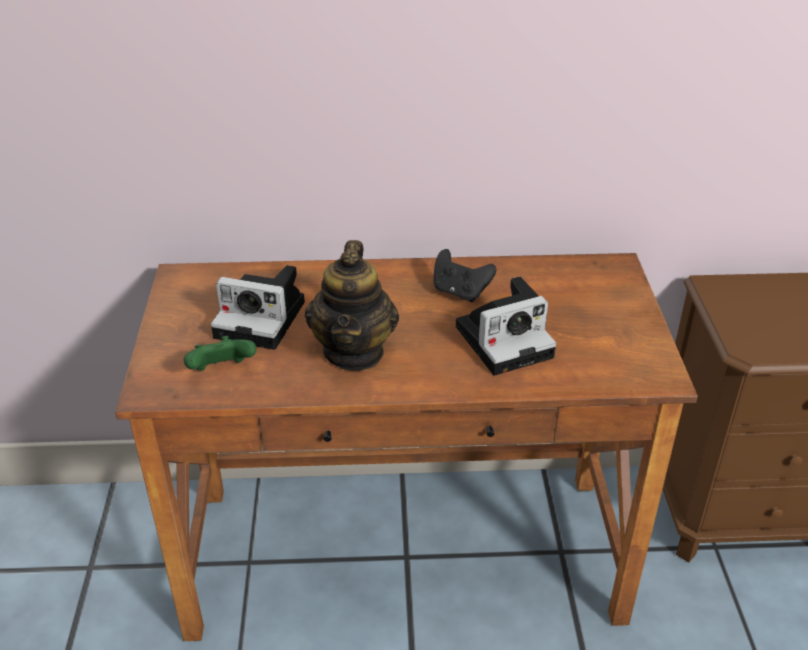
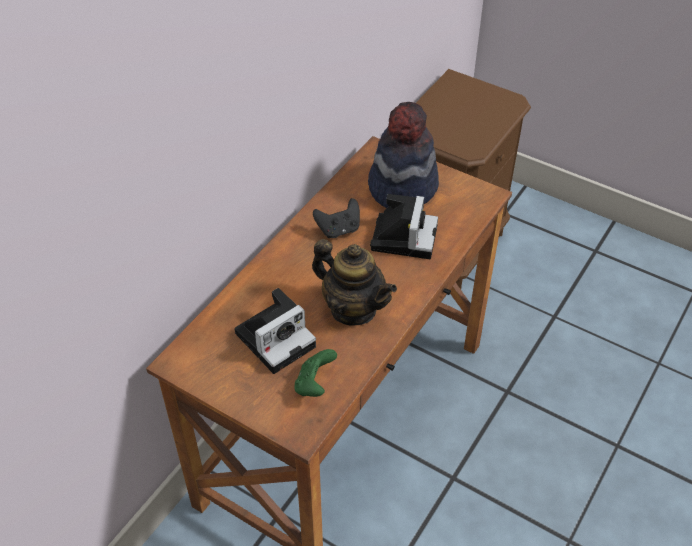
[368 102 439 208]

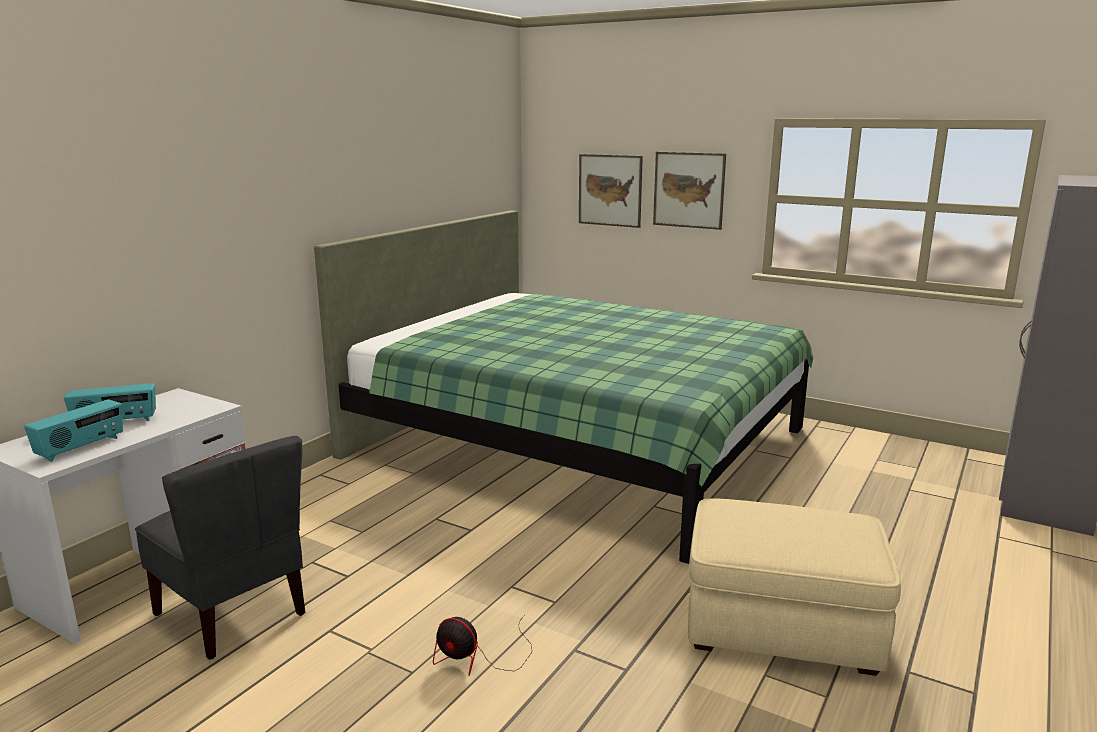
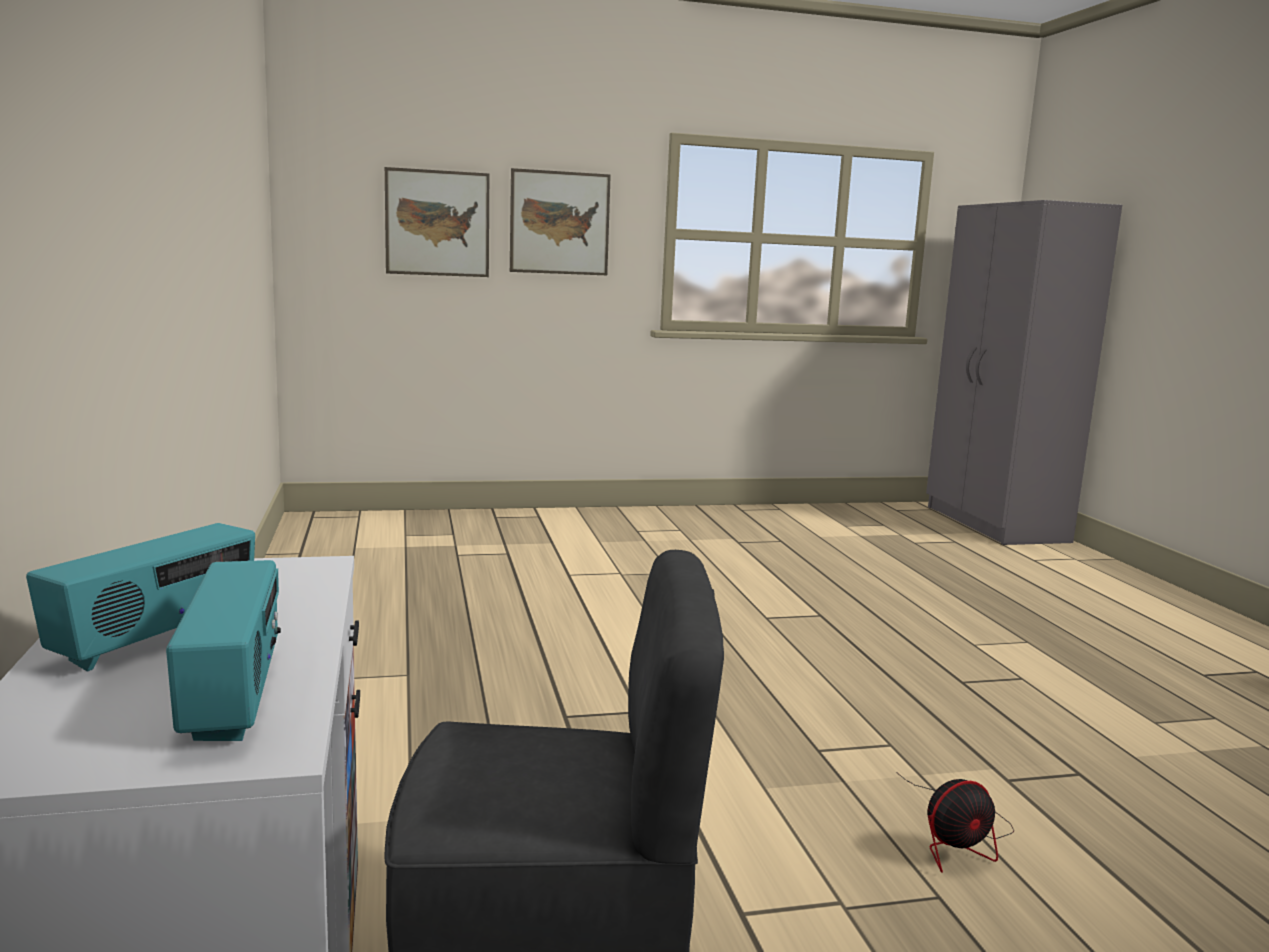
[314 210 813 564] (first image)
[688 498 901 676] (first image)

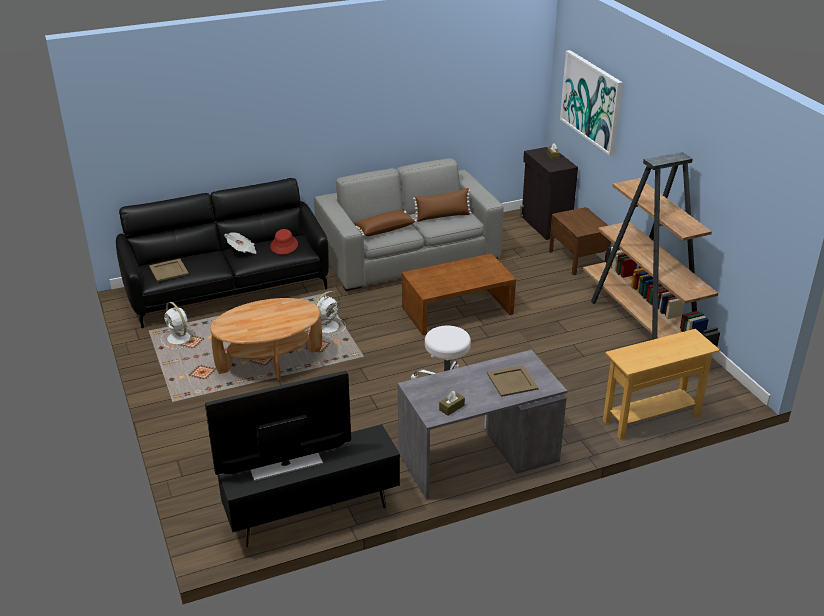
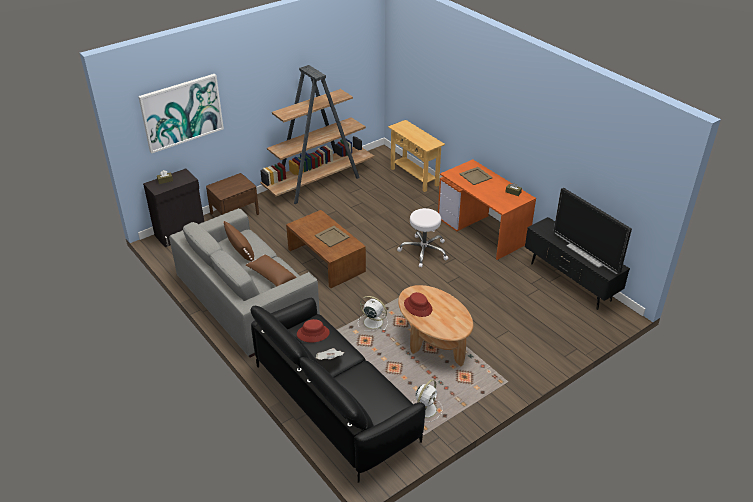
[315 226 349 247]
[438 159 536 260]
[404 292 432 317]

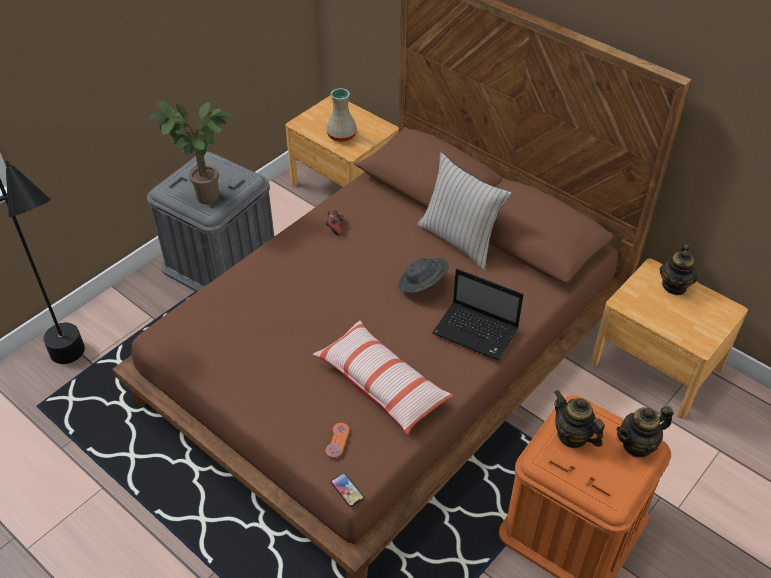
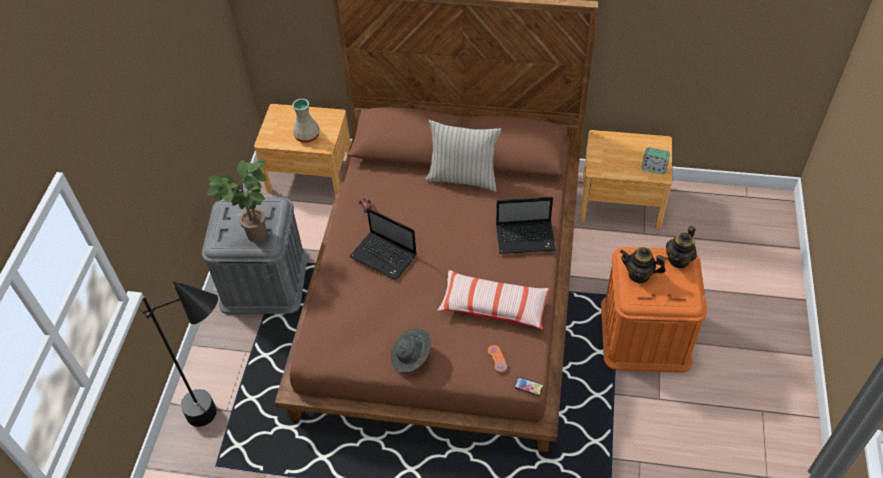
[391 328 431 373]
[660 243 698 295] (first image)
[349 208 417 280]
[642 147 670 174]

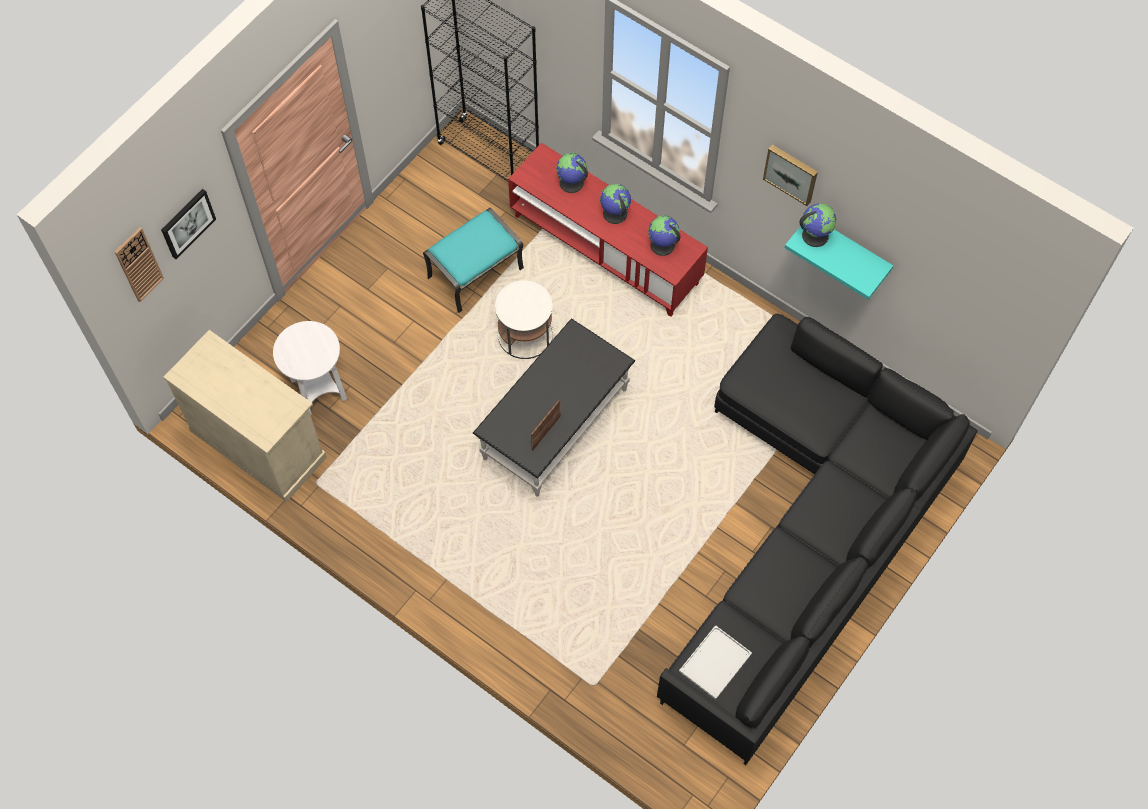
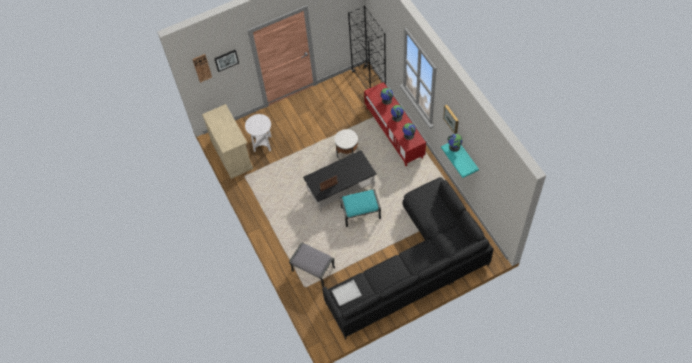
[340 189 381 227]
[289 243 335 287]

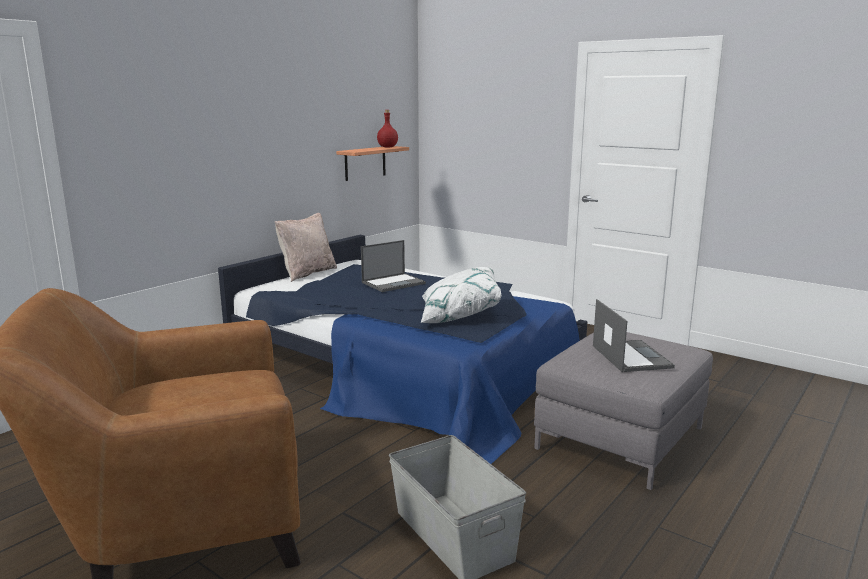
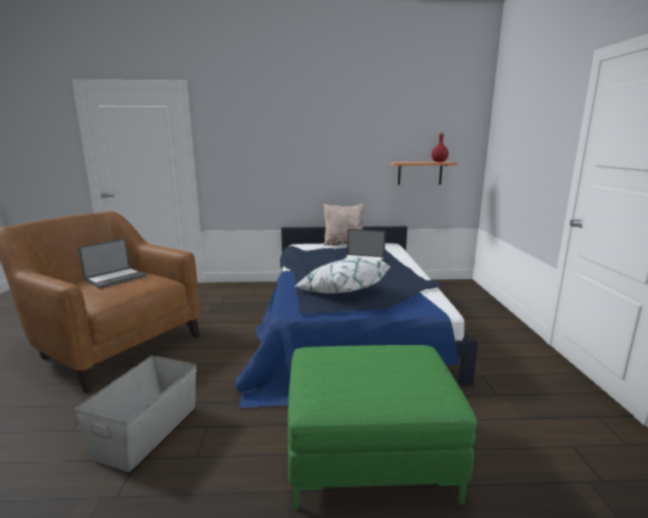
[288 345 477 510]
[78 238 147 289]

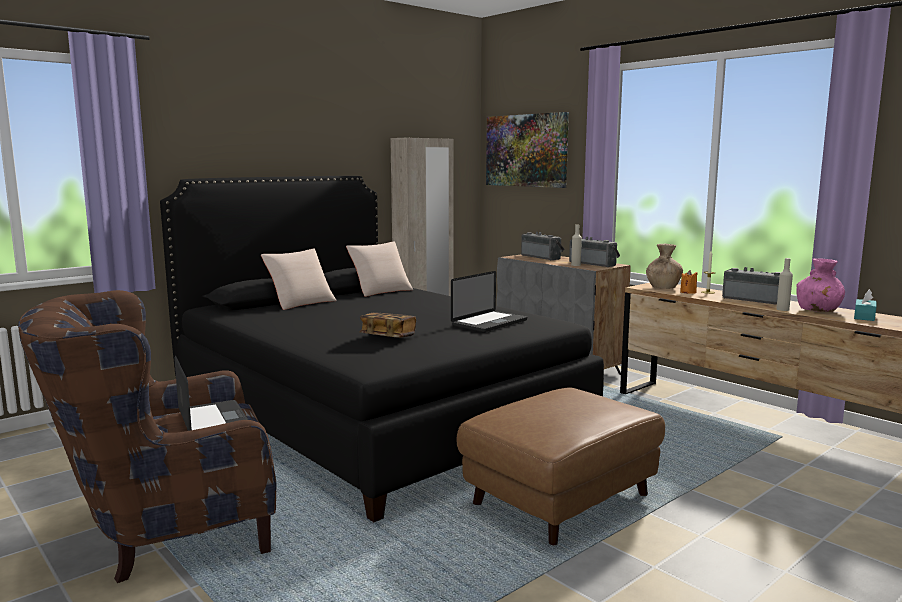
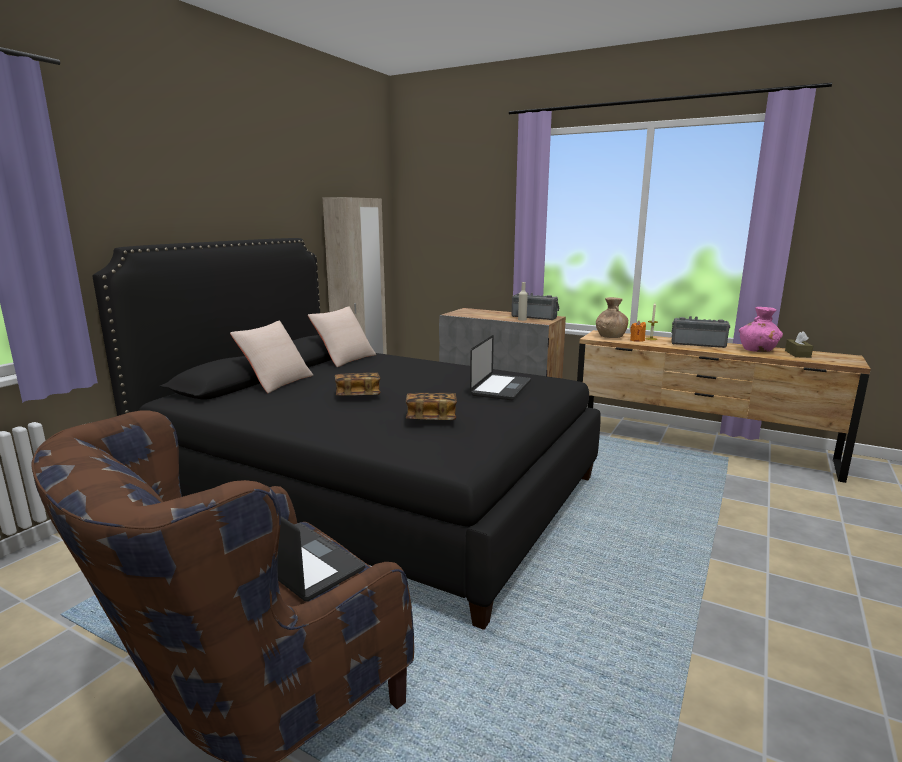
[457 387 665 545] (first image)
[486 112 569 188] (first image)
[521 232 564 260] (first image)
[776 258 793 311] (first image)
[785 331 813 358]
[335 372 381 395]

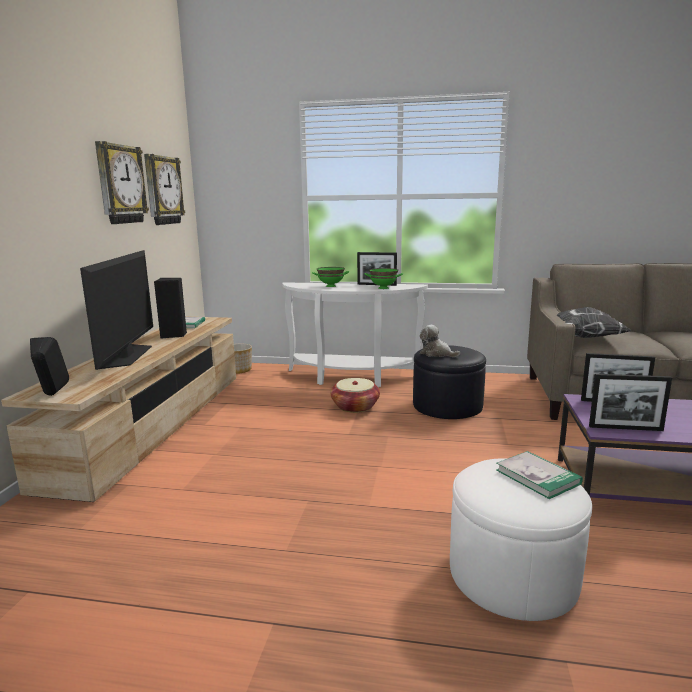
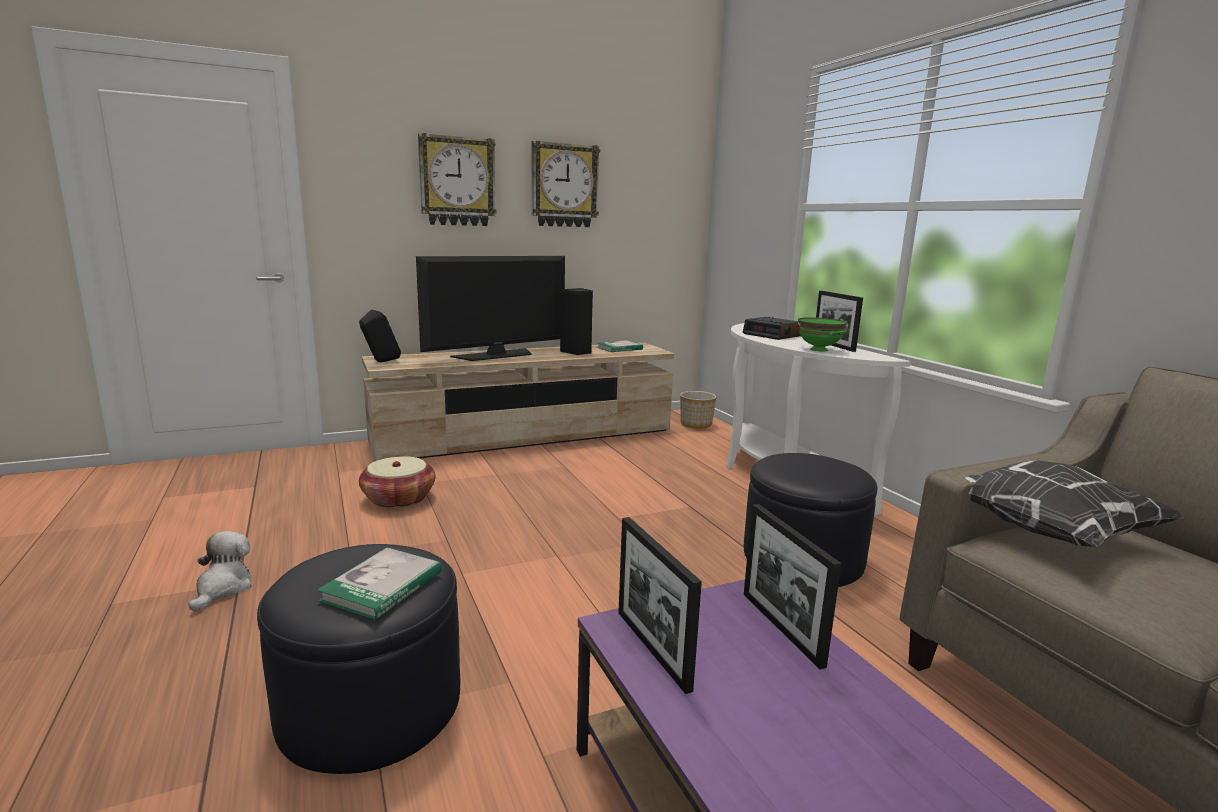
[418 133 497 226]
[743 317 801 340]
[359 456 435 508]
[188 531 252 612]
[257 544 460 774]

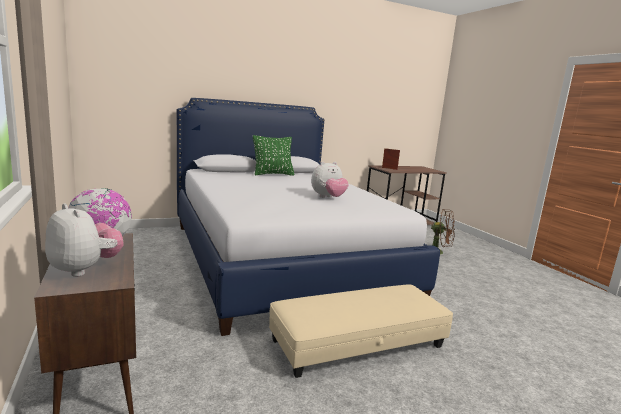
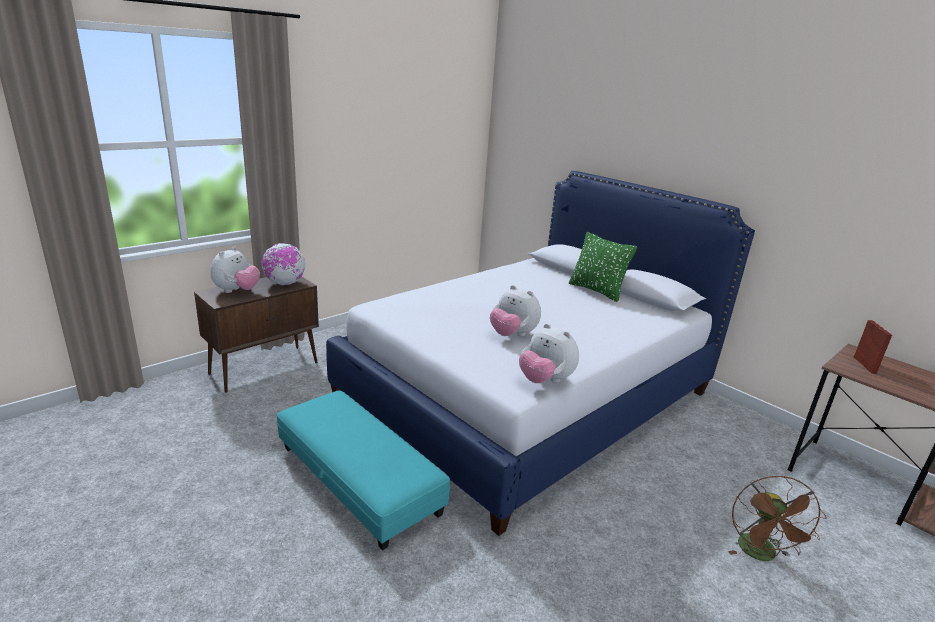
[277 390 450 550]
[519 323 579 383]

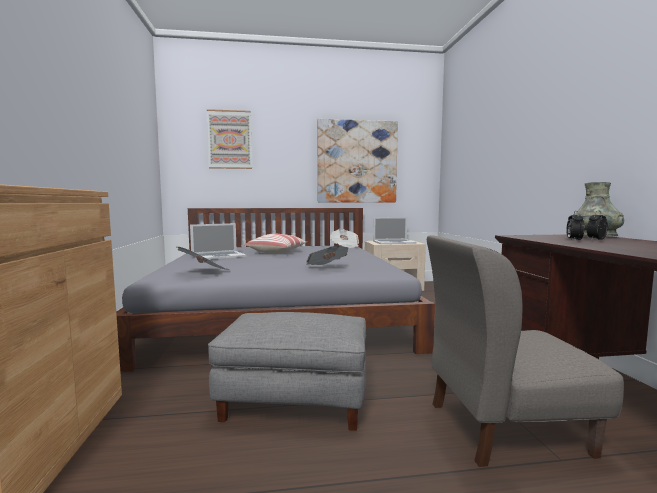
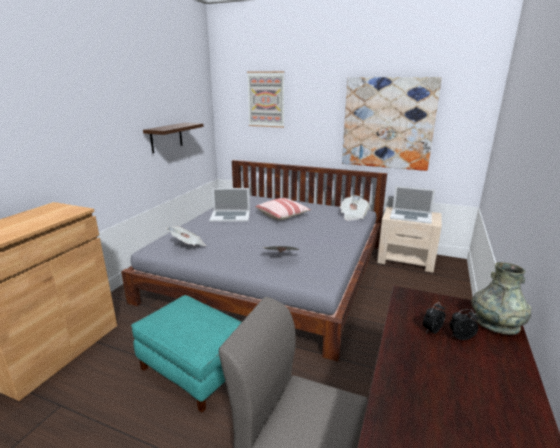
[131 295 242 413]
[143 123 204 153]

